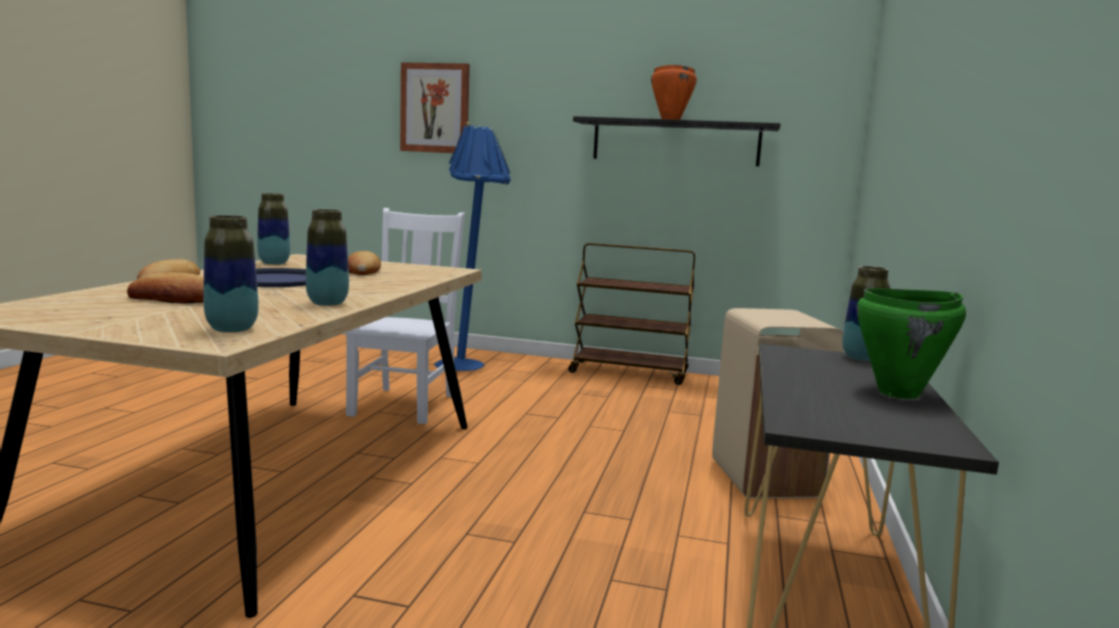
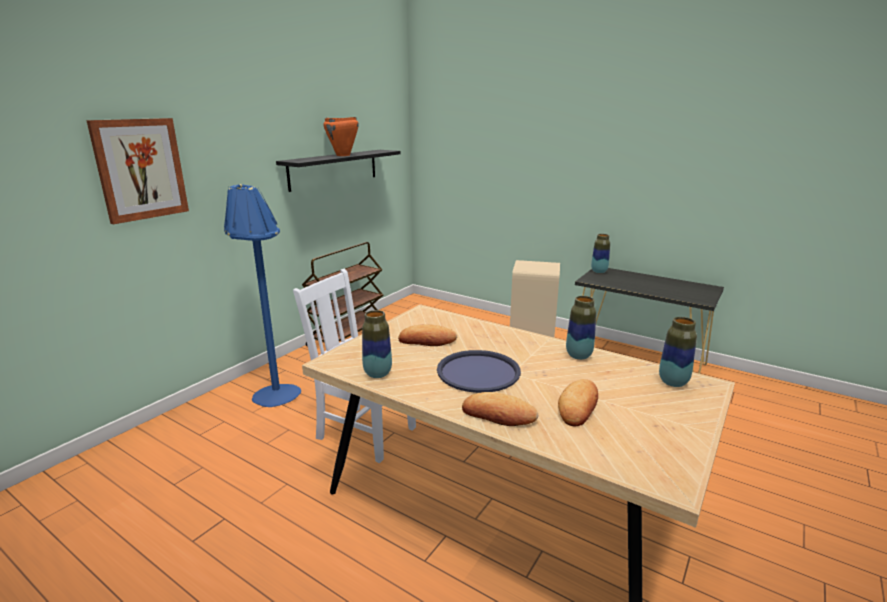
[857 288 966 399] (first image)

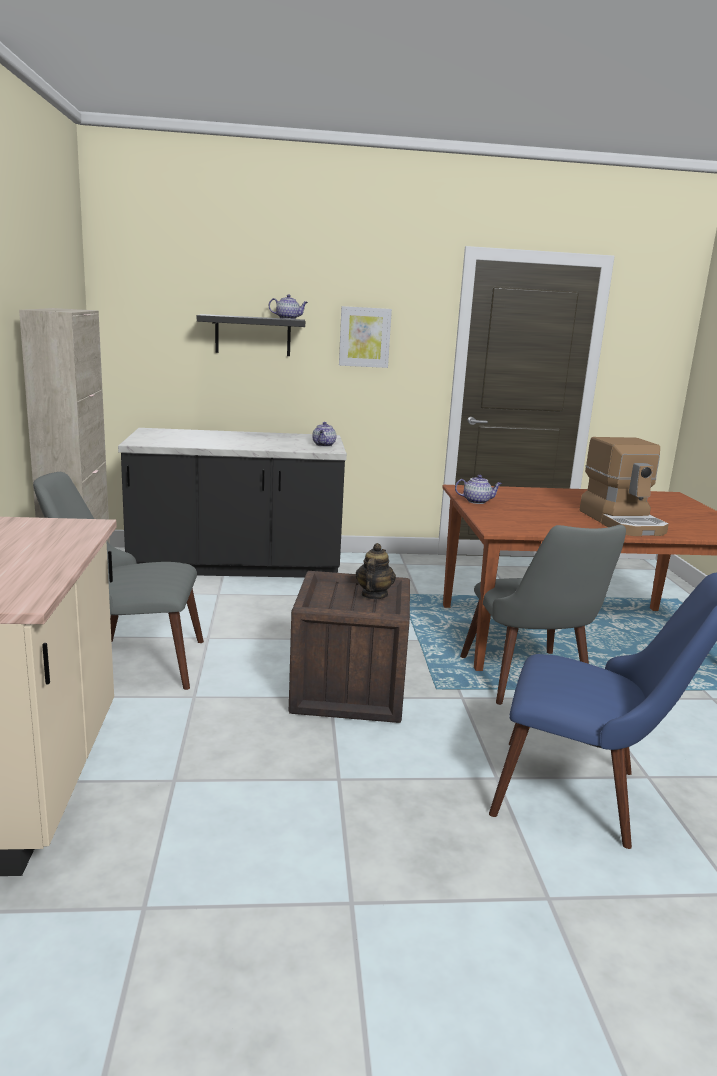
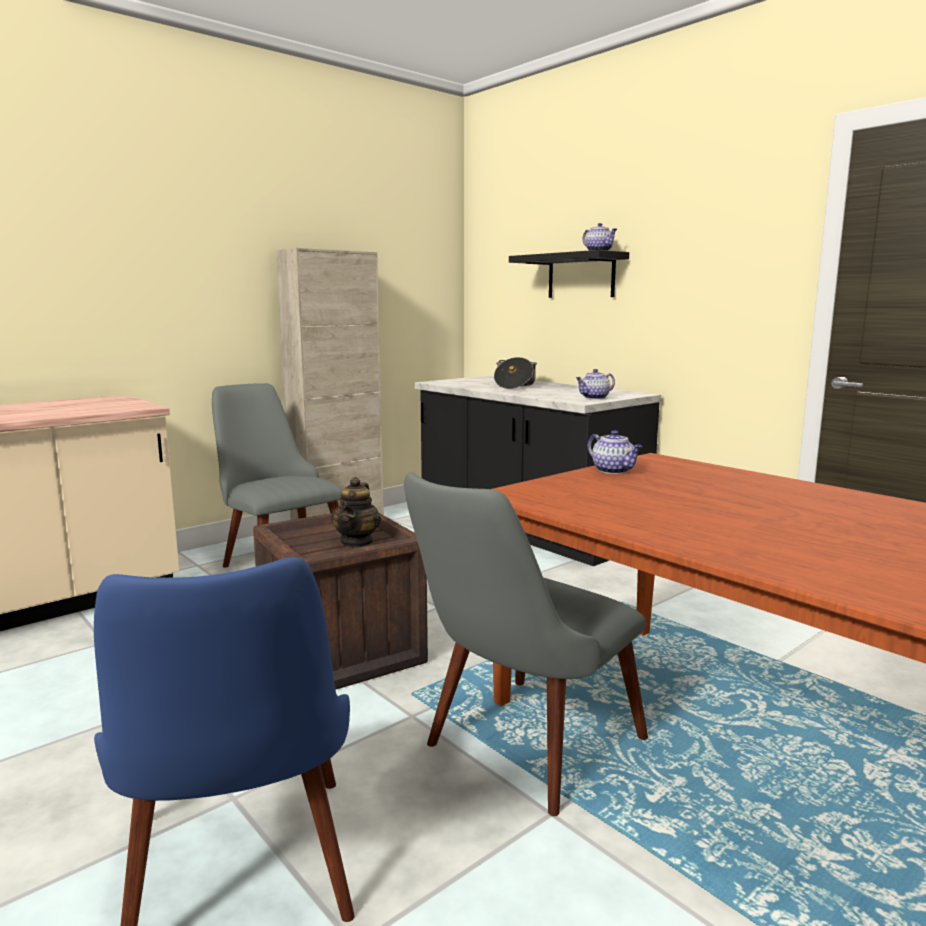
[339 306 392 368] (first image)
[331 477 381 547]
[580 437 669 536] (first image)
[494 357 537 389]

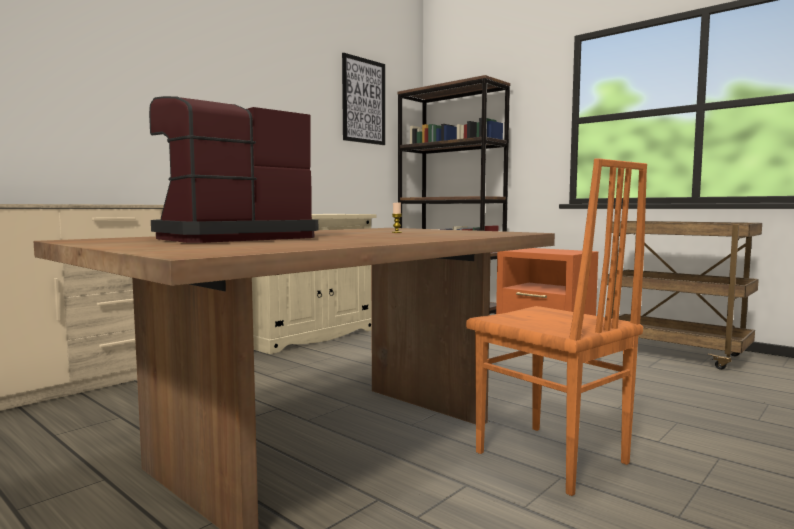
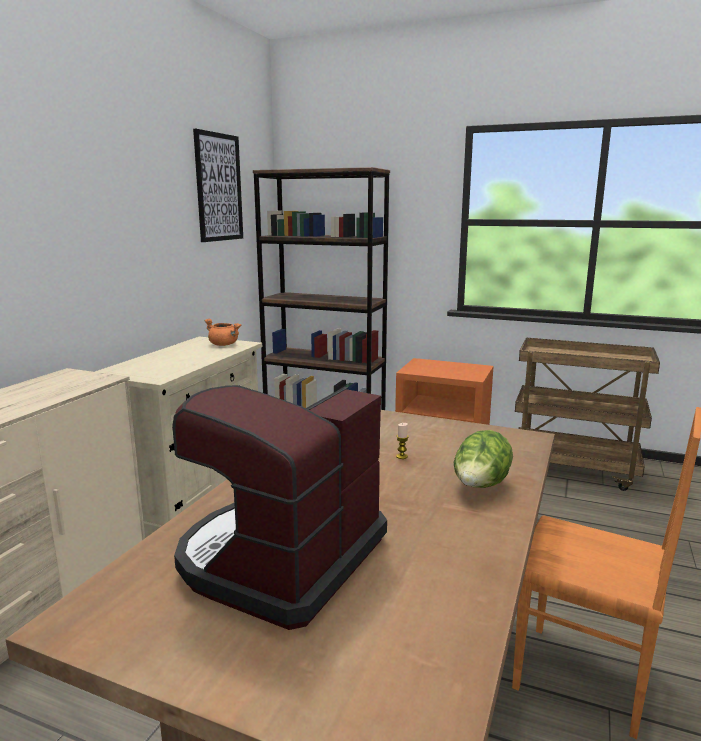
[204 319 241 346]
[454 430 513 488]

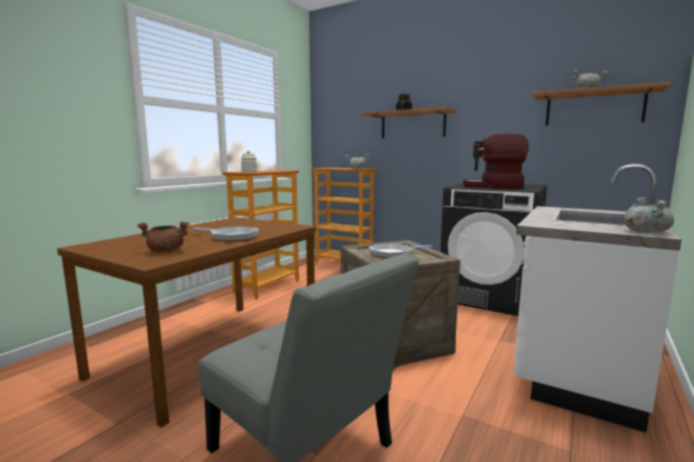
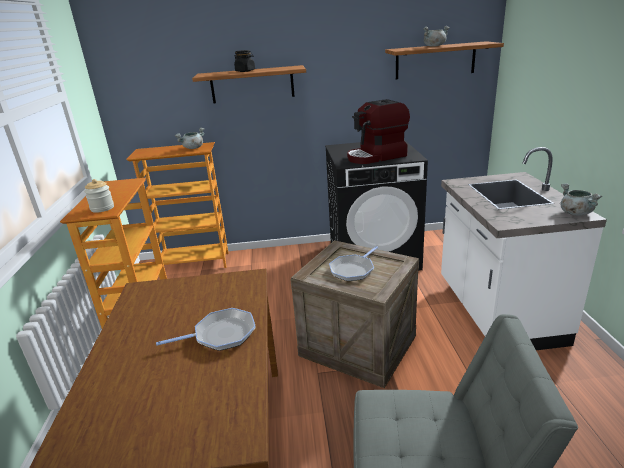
[137 221 189 253] (first image)

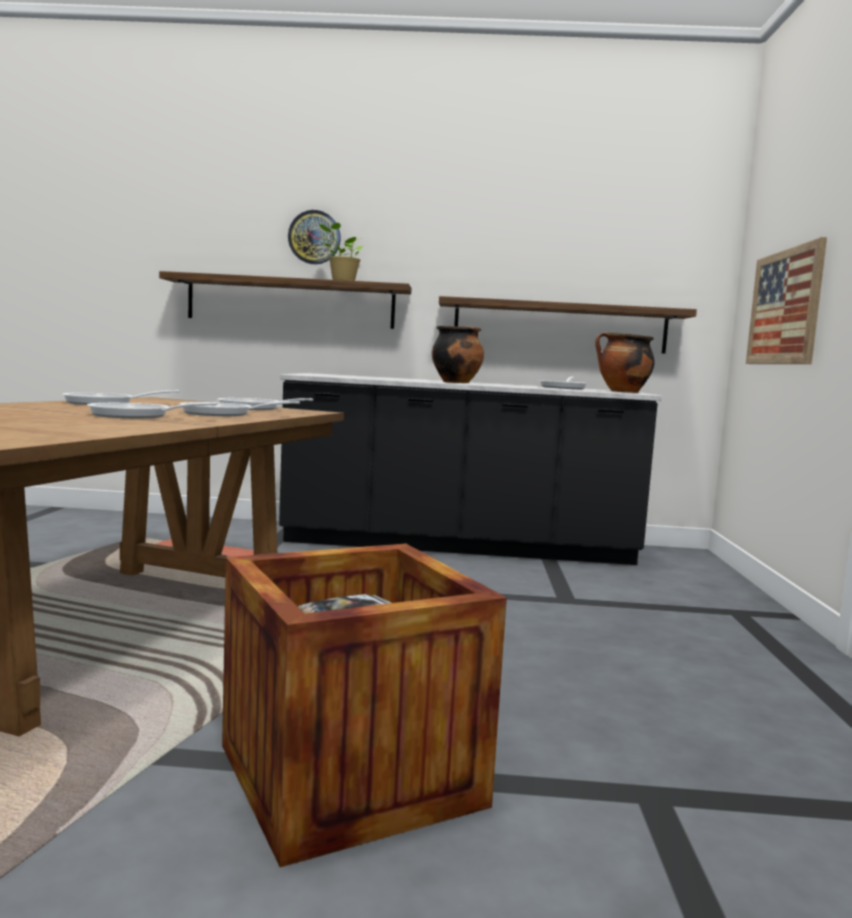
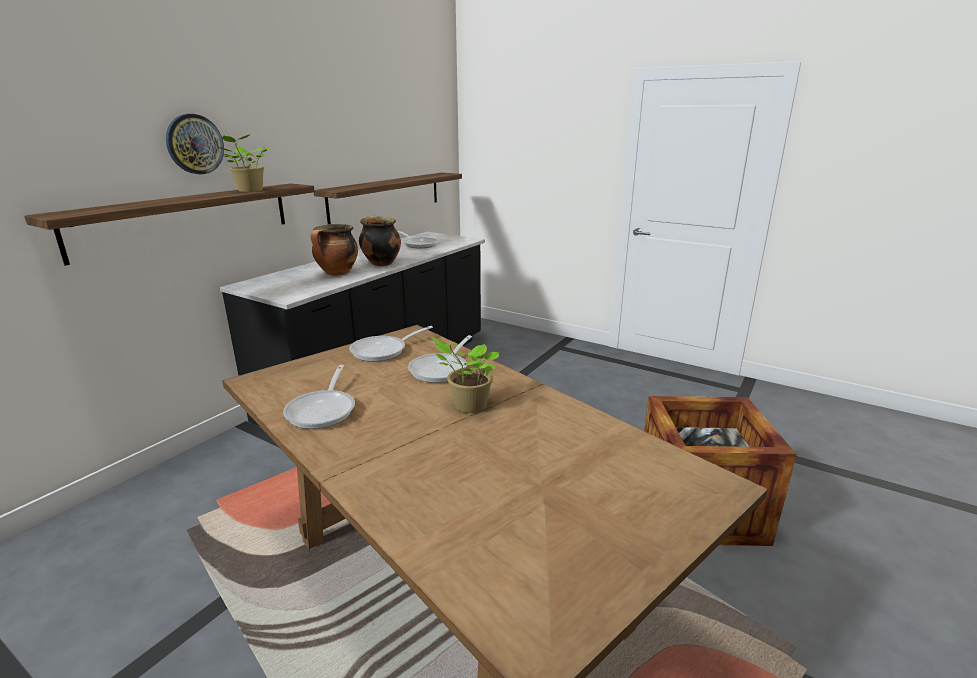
[428 336 499 413]
[310 224 358 276]
[746 237 827 364] (first image)

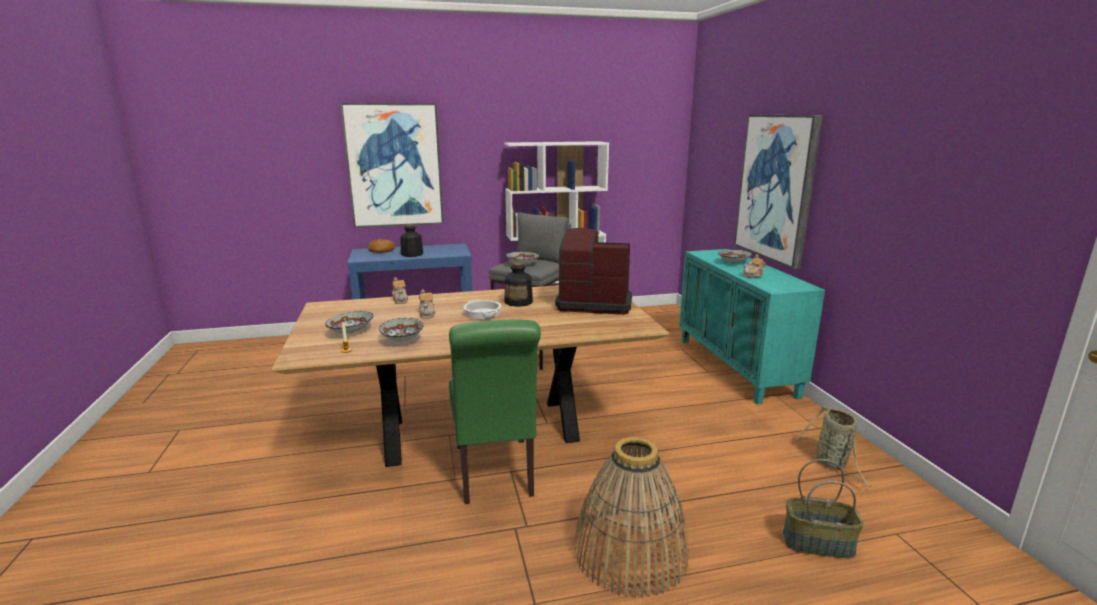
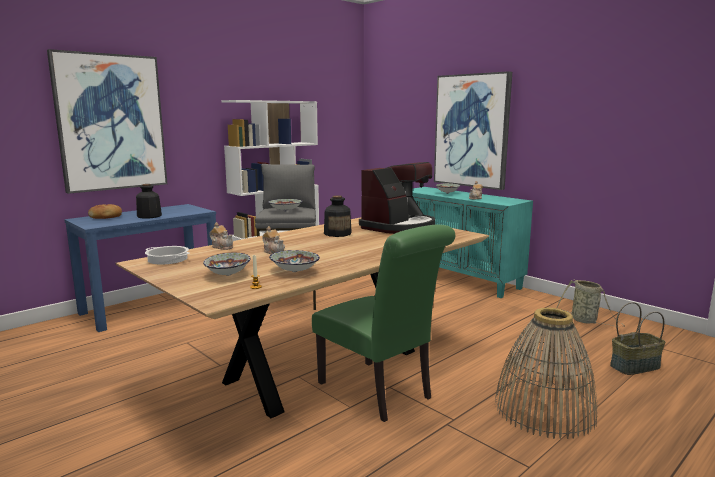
[145 246 189 264]
[359 162 435 234]

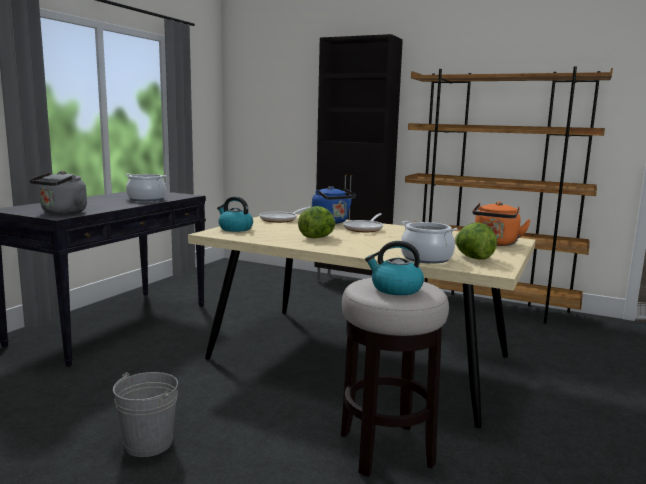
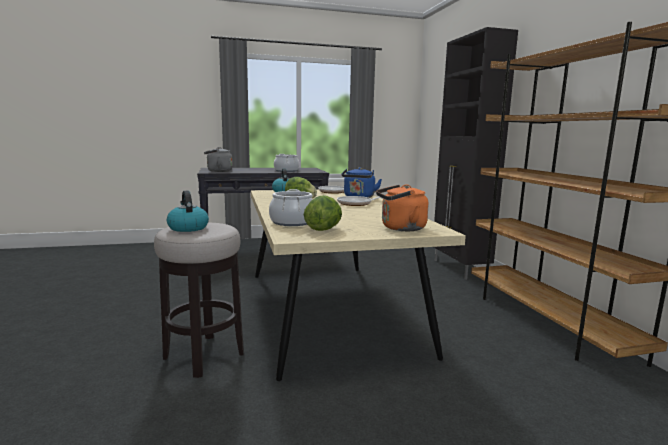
[113 372 178 457] (first image)

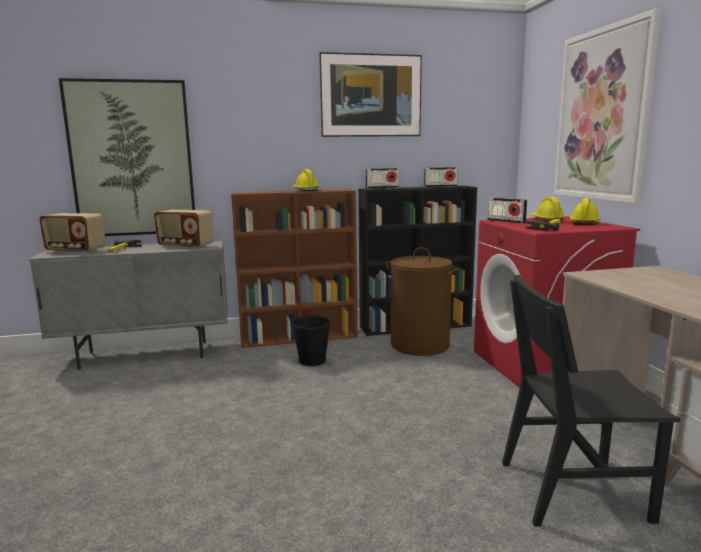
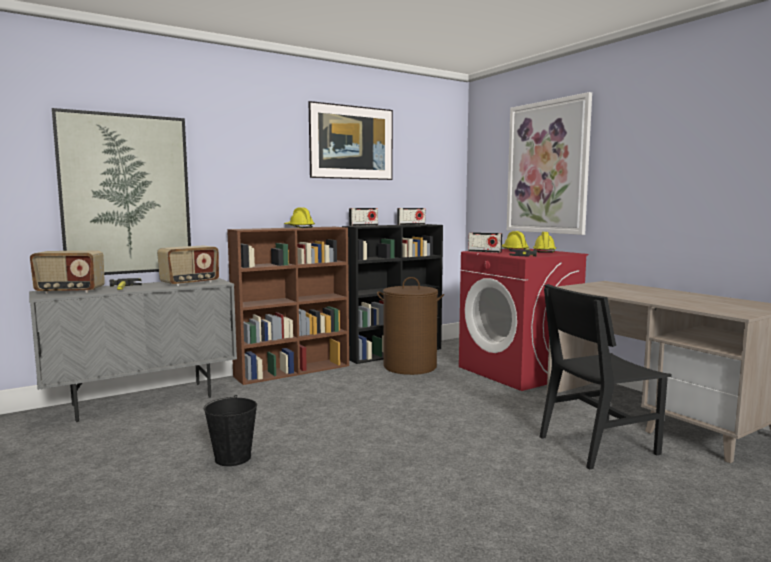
[157 246 219 286]
[204 395 257 466]

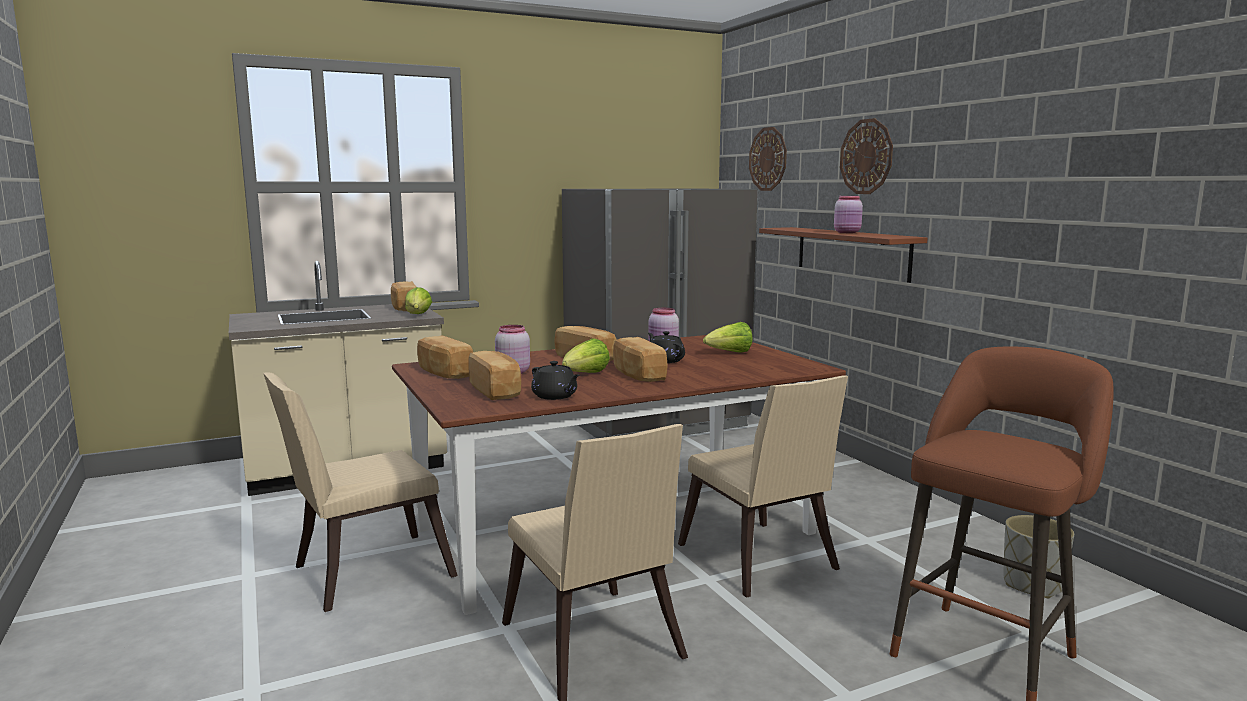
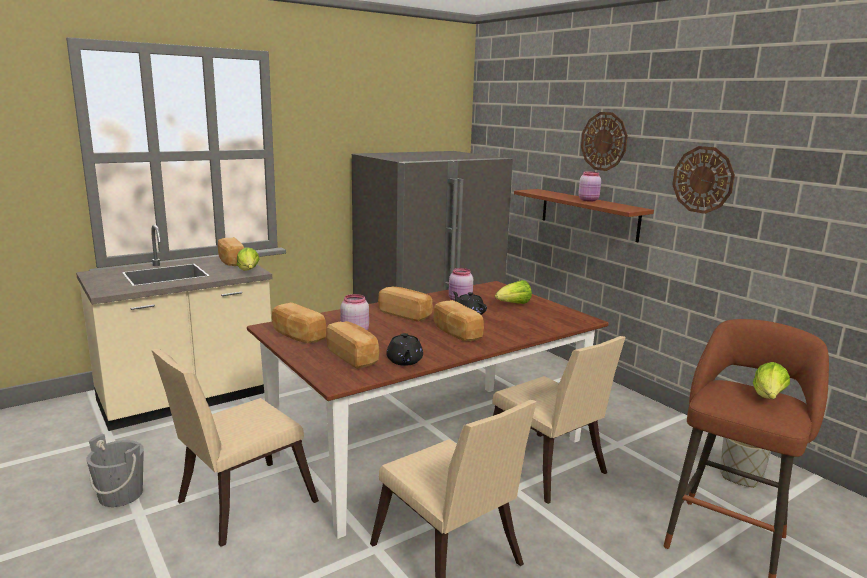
[386 333 423 366]
[753 362 790 399]
[672 146 735 214]
[86 434 144 507]

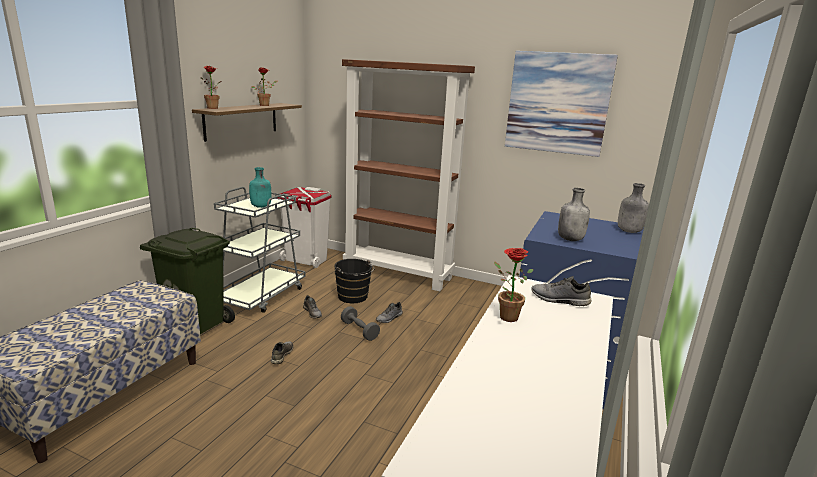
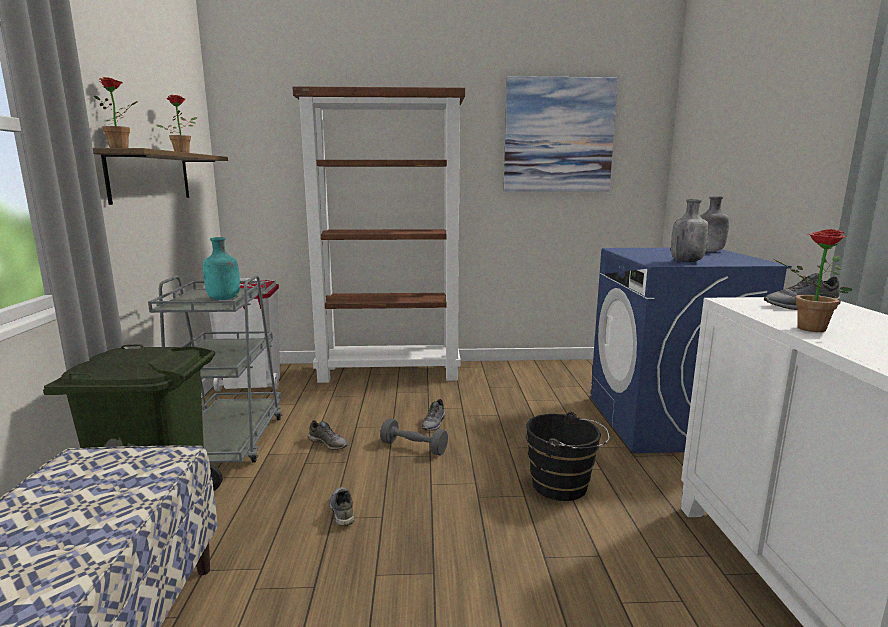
[526 412 609 501]

